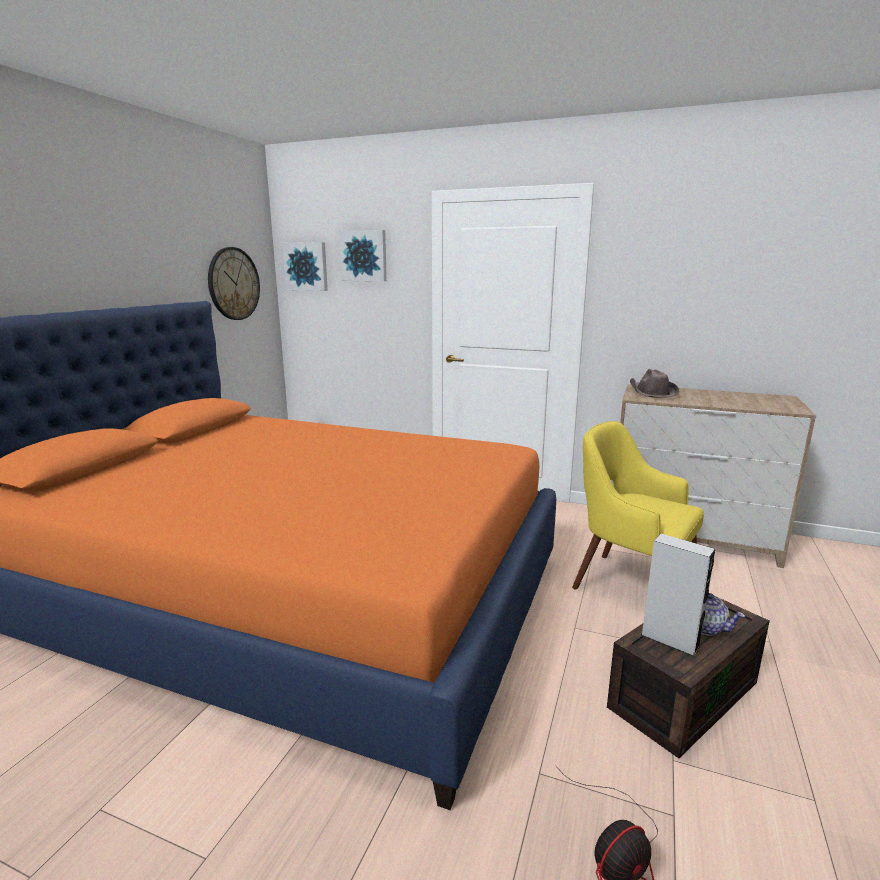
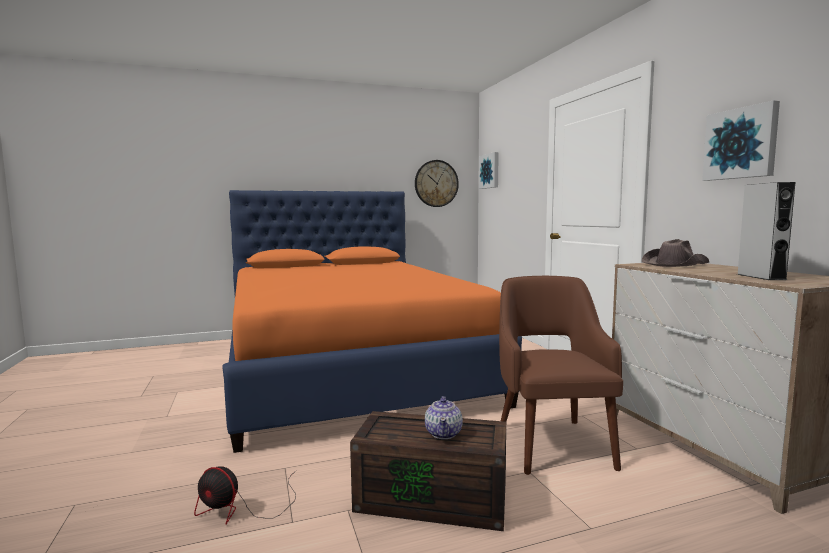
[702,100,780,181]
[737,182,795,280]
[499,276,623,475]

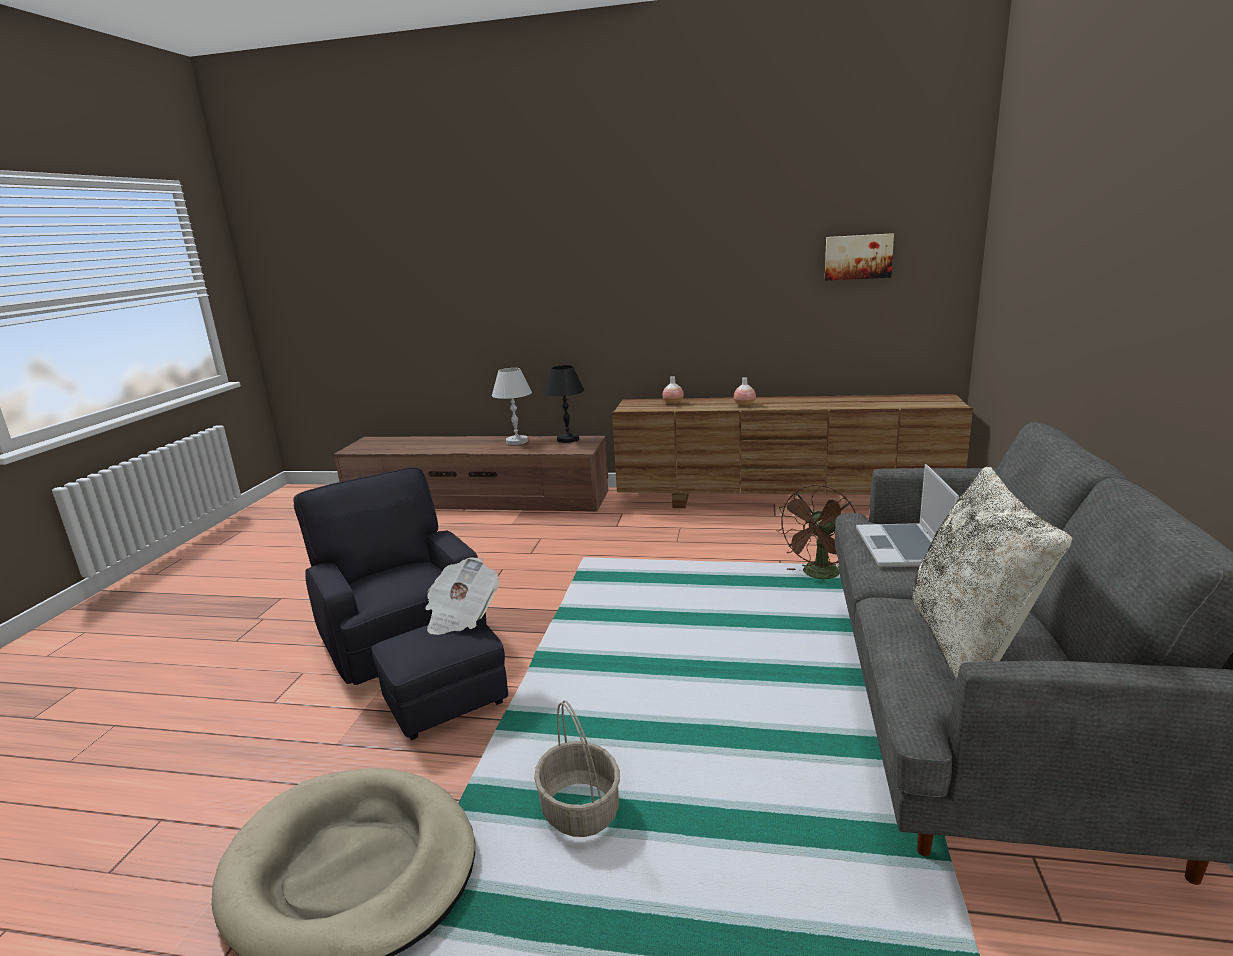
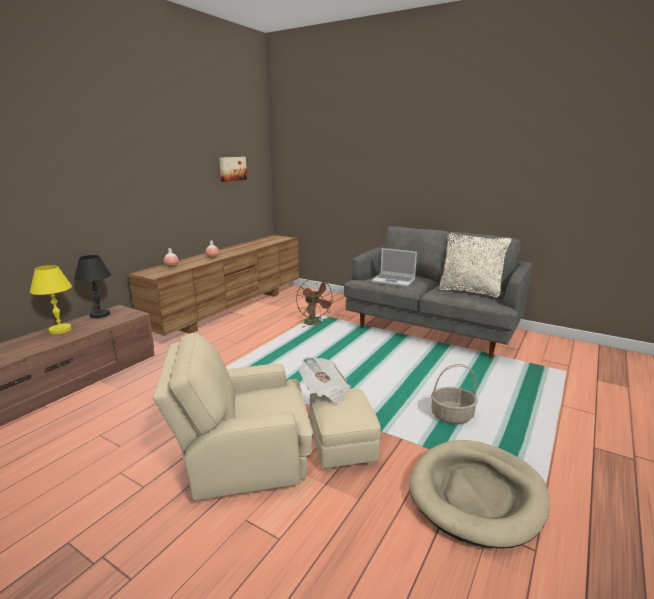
[153,331,381,500]
[30,265,72,334]

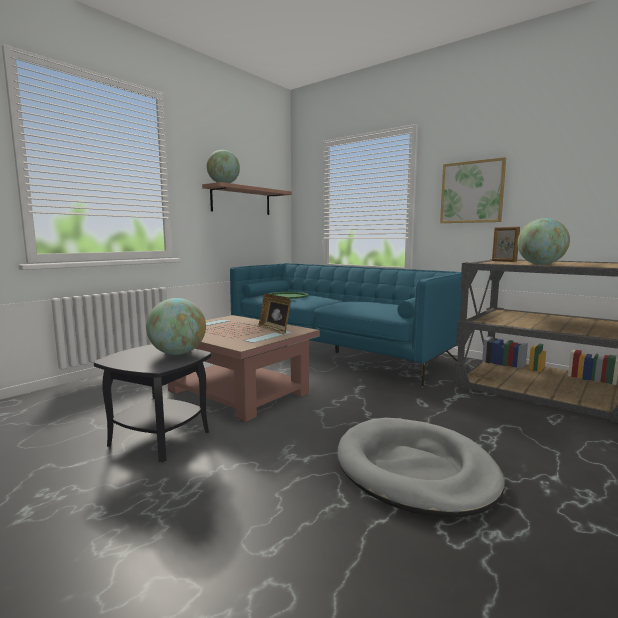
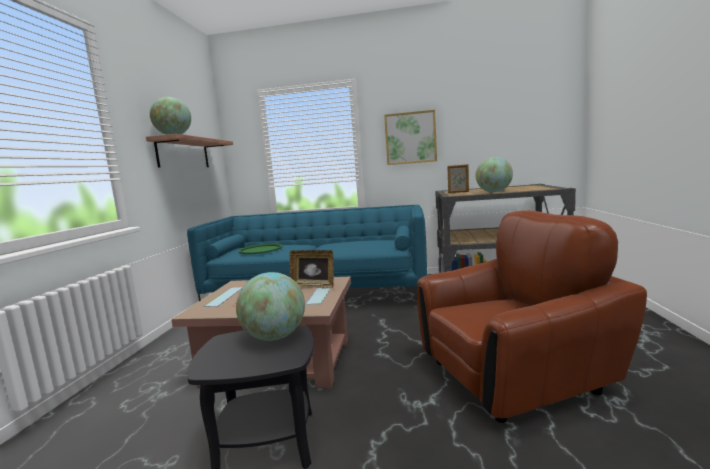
[417,210,647,423]

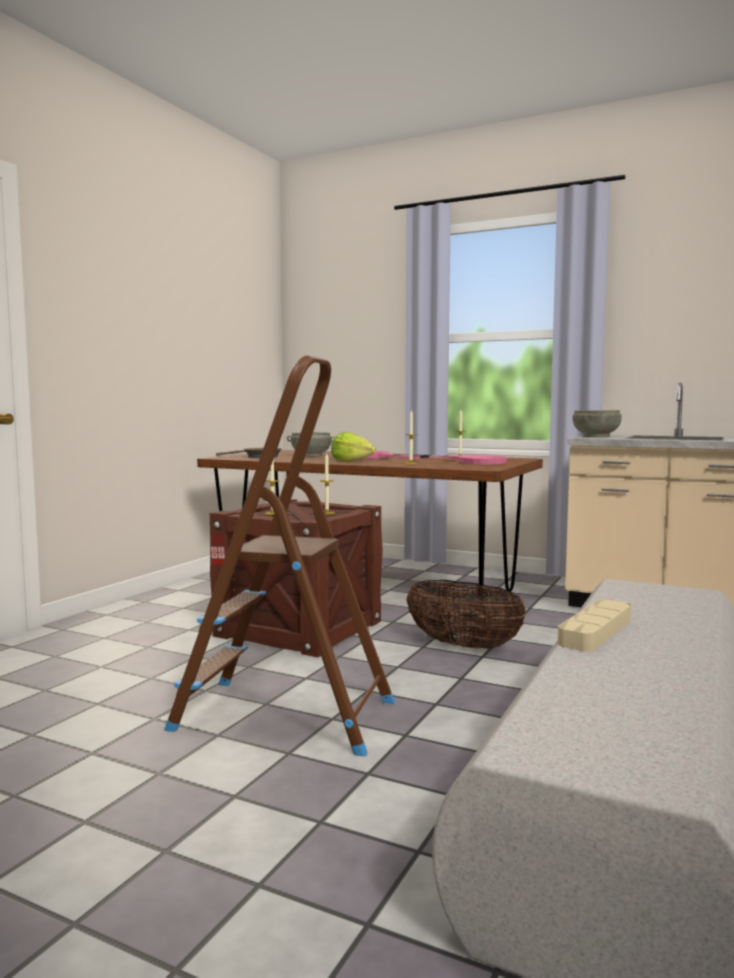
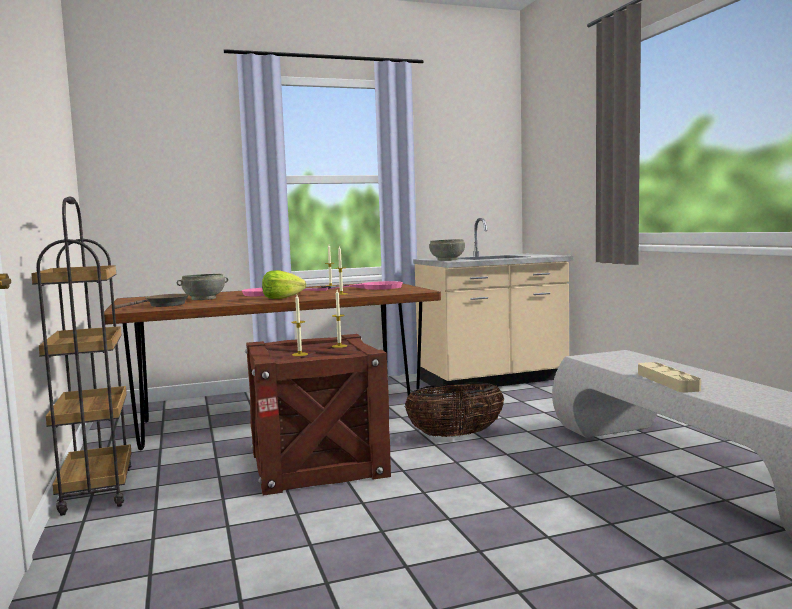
[164,355,395,756] (first image)
[31,196,132,516]

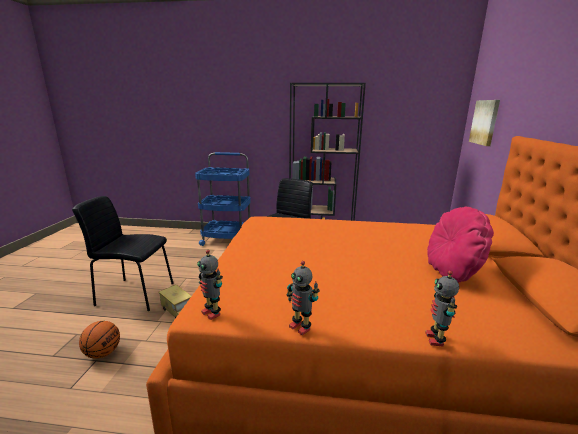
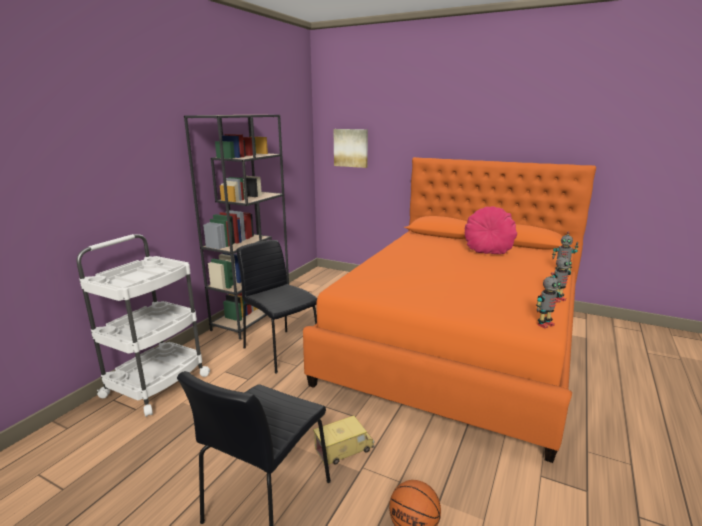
[77,234,210,417]

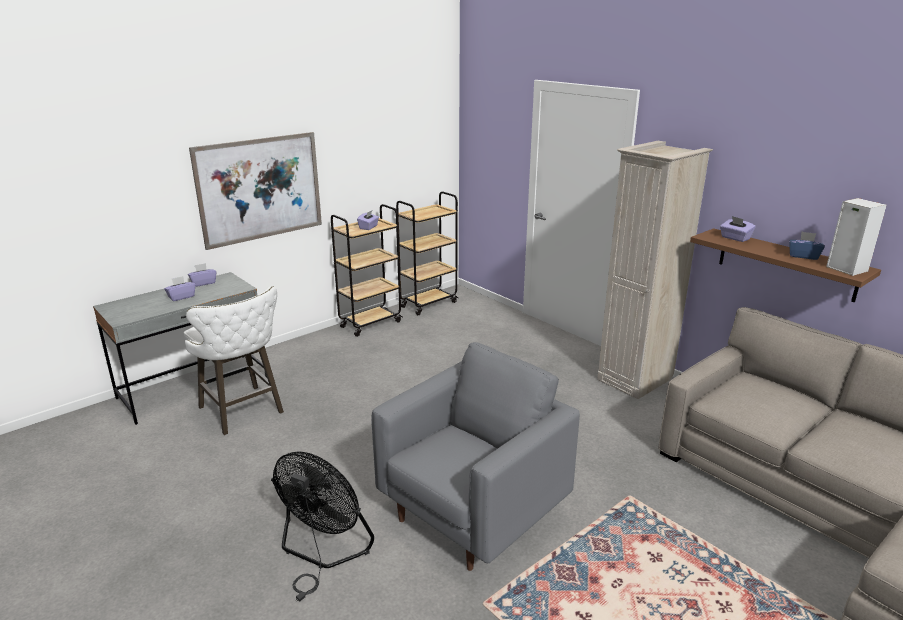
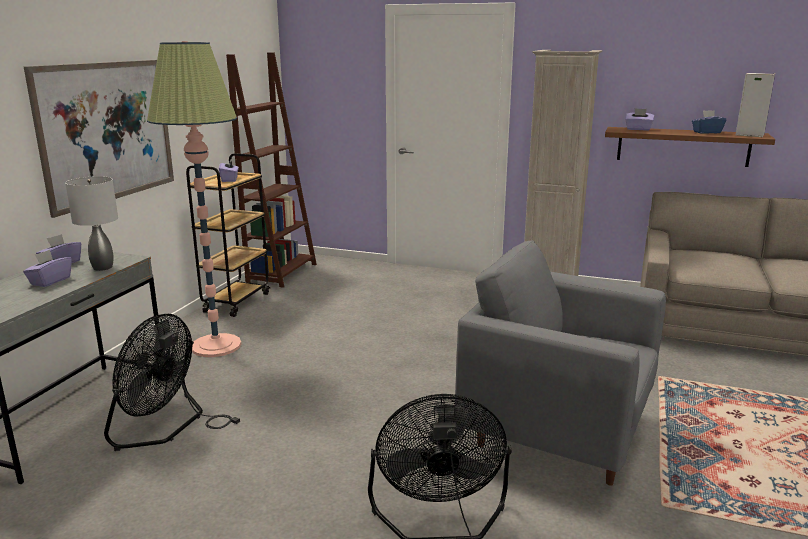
[65,176,118,271]
[147,41,241,357]
[104,314,240,451]
[226,52,317,288]
[455,241,666,486]

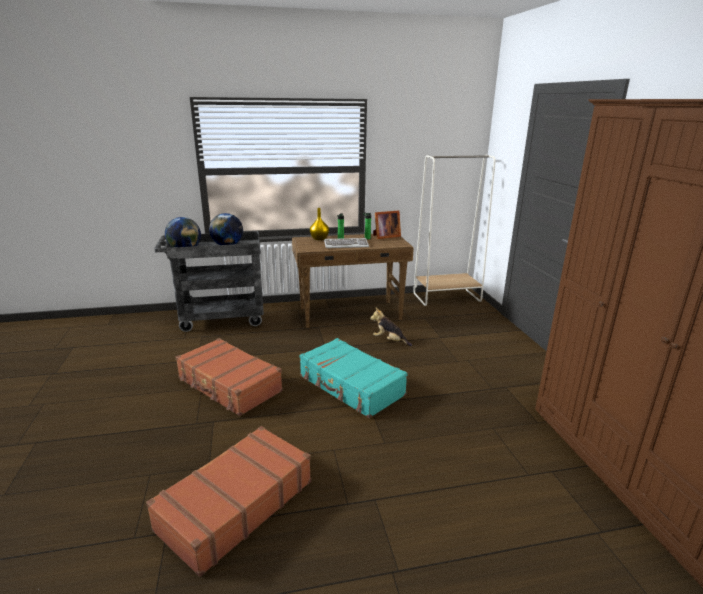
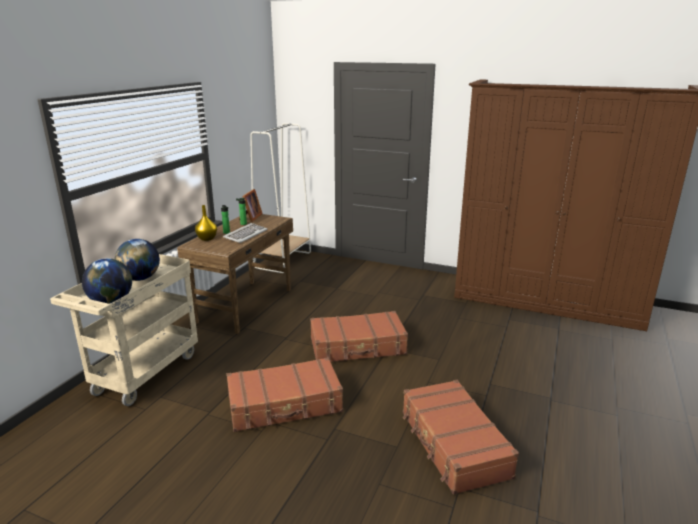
[370,307,412,346] (first image)
[50,254,198,406]
[310,311,408,362]

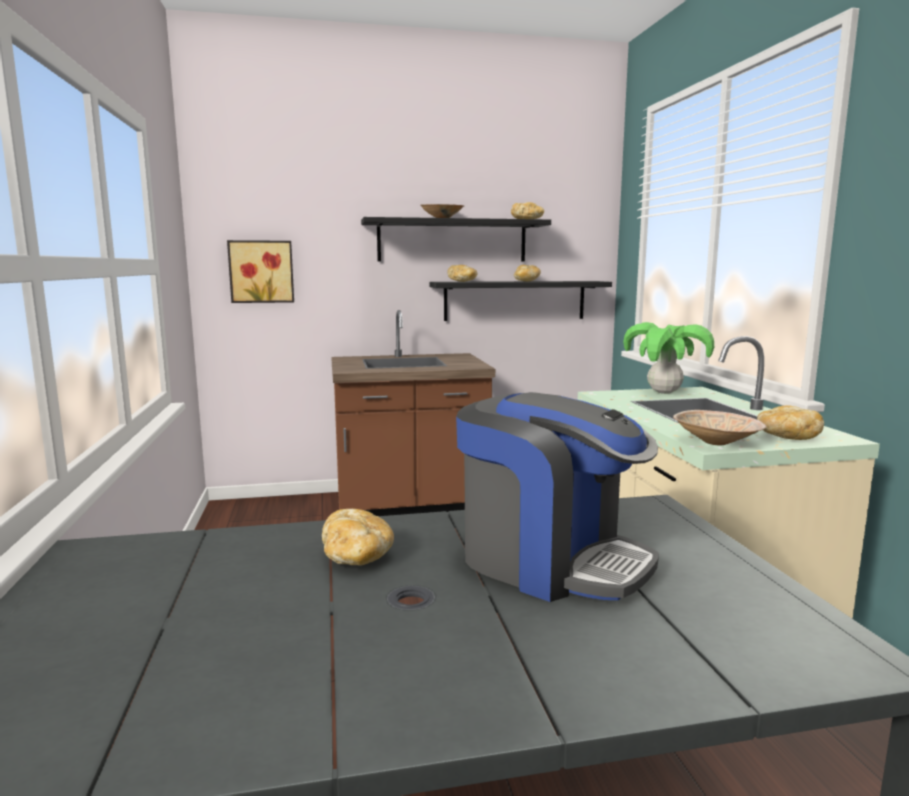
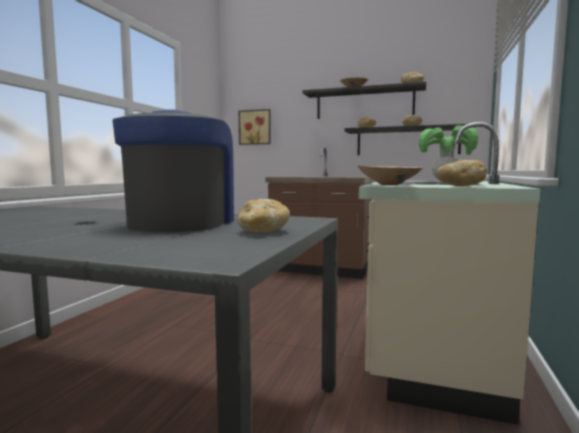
[237,199,290,232]
[112,109,234,232]

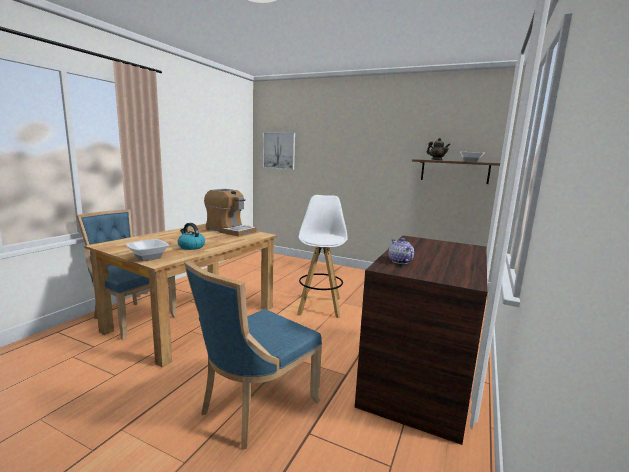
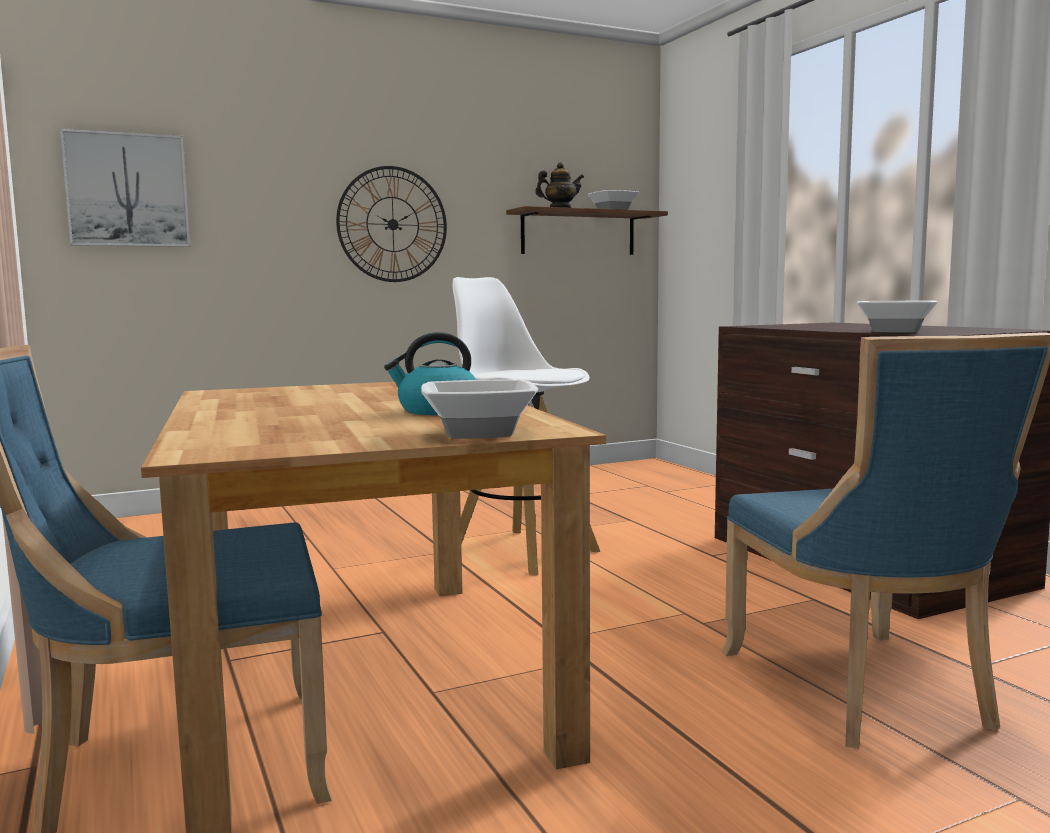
[204,189,256,237] (first image)
[336,166,447,282]
[857,300,938,333]

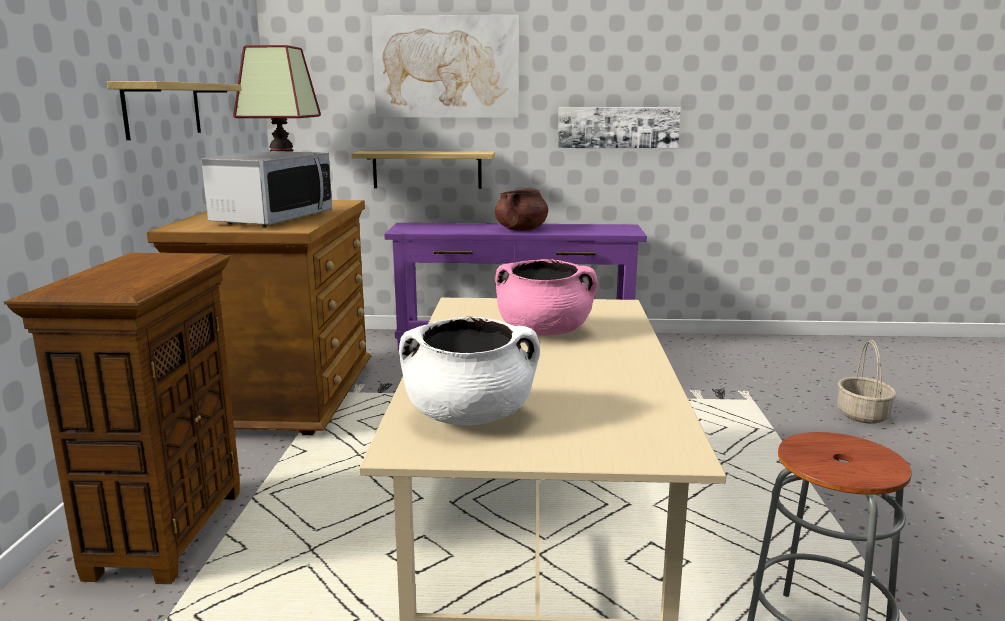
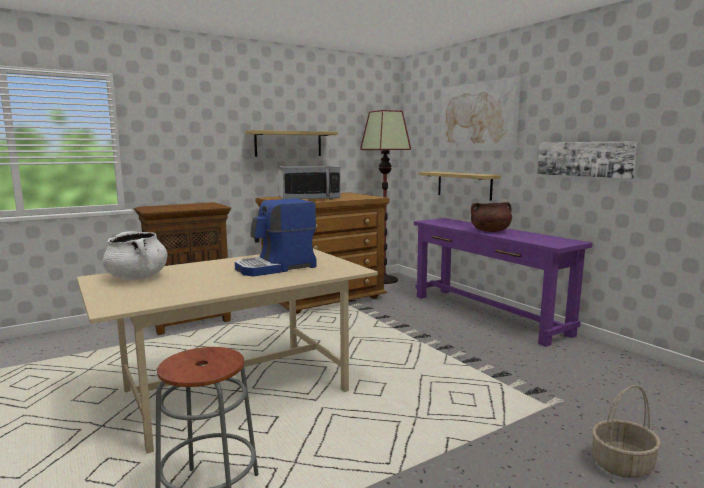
[235,199,317,276]

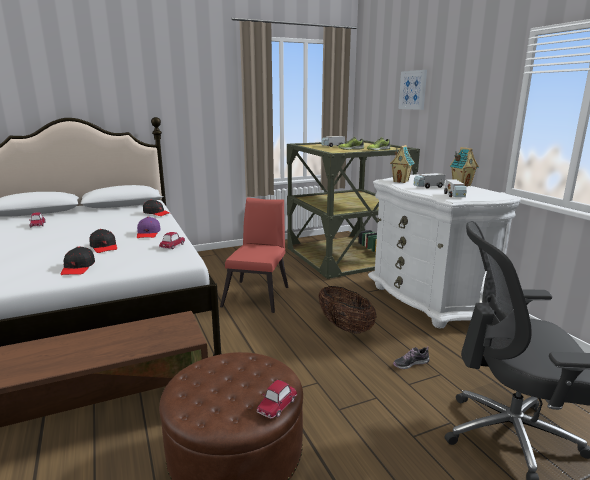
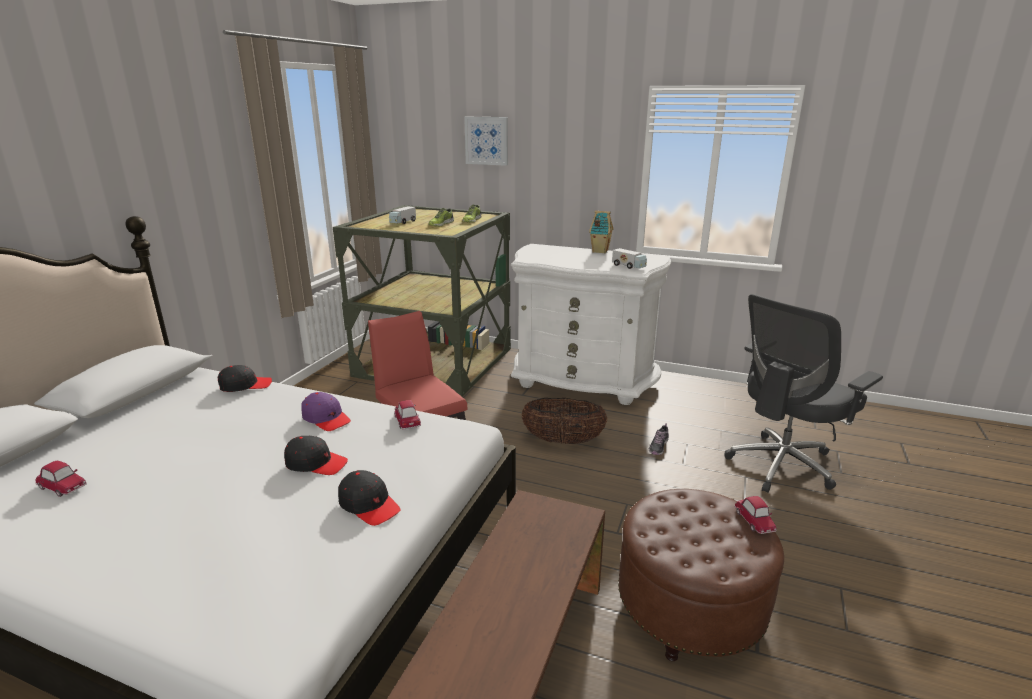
[390,145,415,183] (first image)
[414,173,445,188] (first image)

